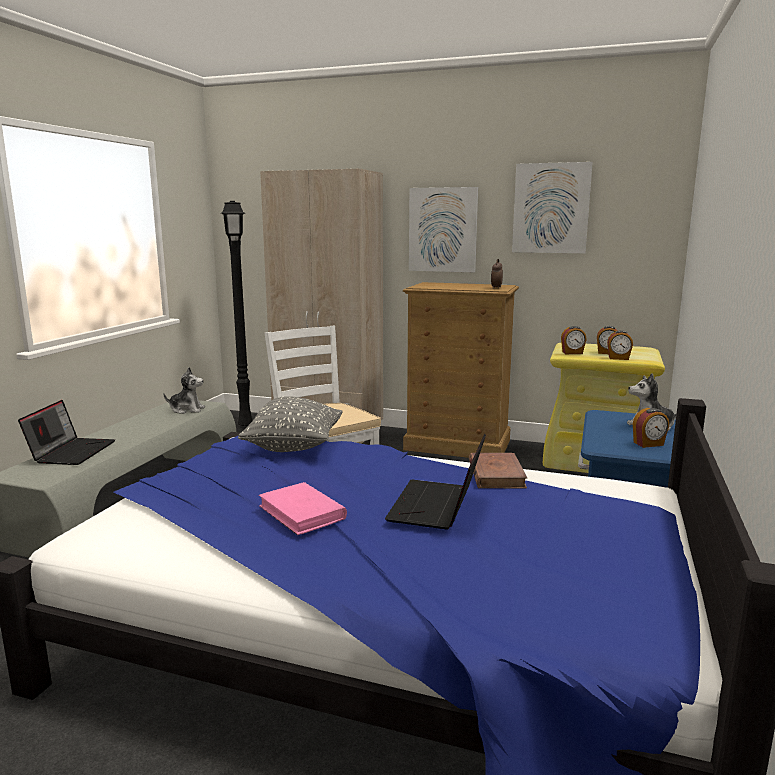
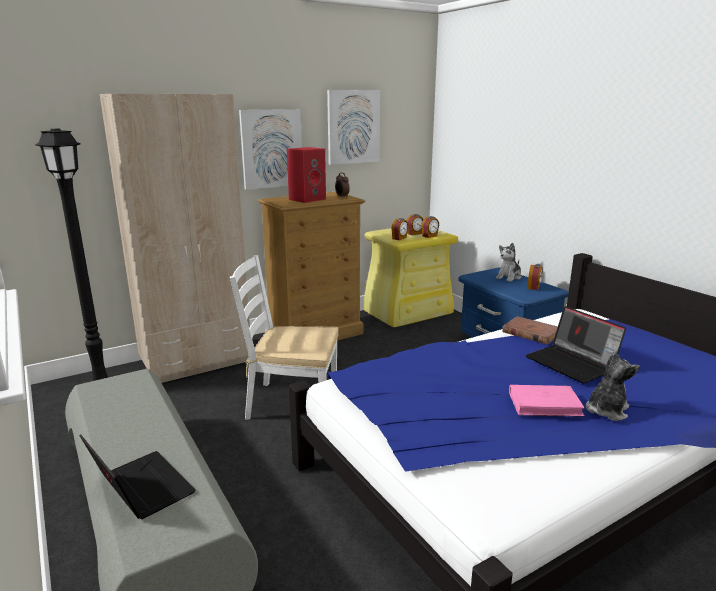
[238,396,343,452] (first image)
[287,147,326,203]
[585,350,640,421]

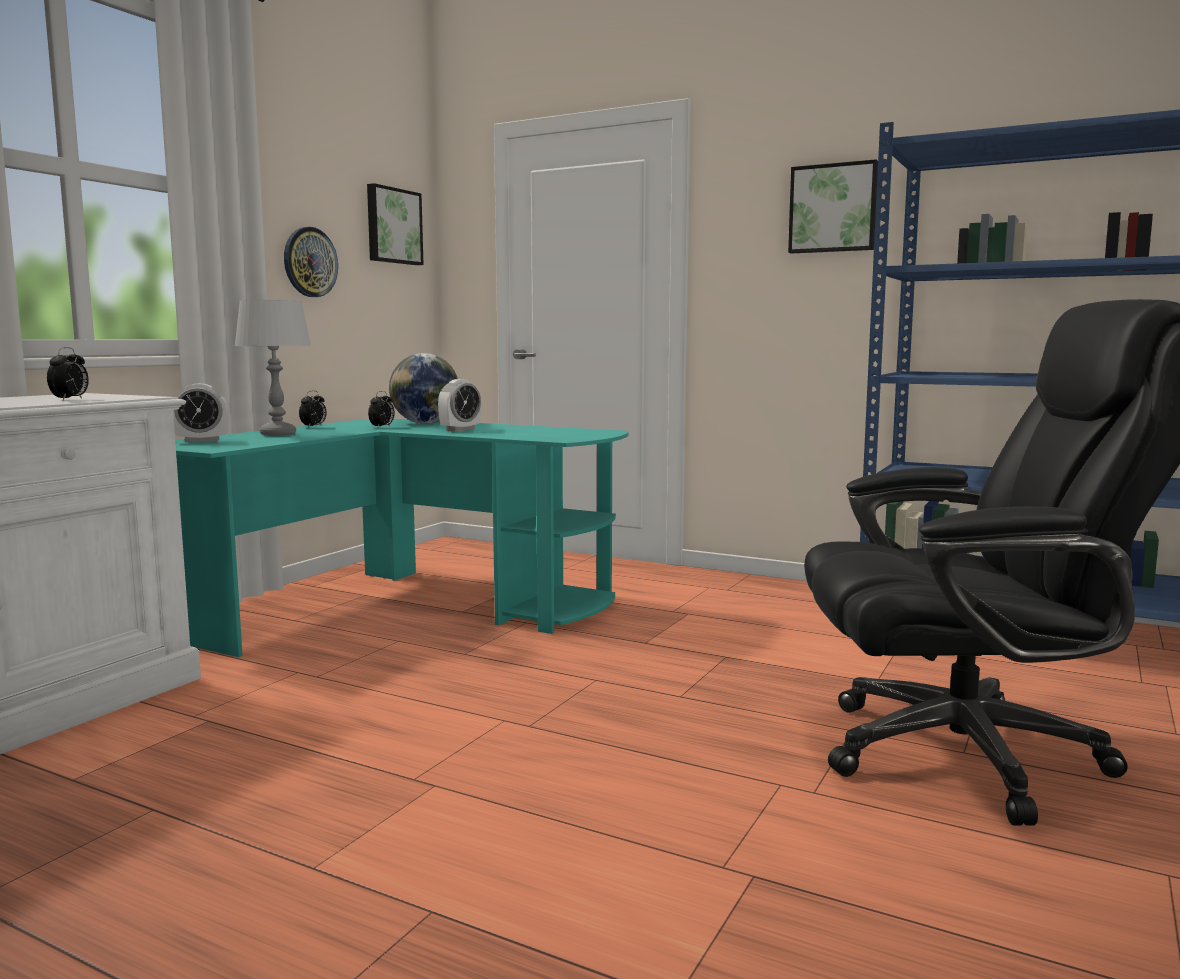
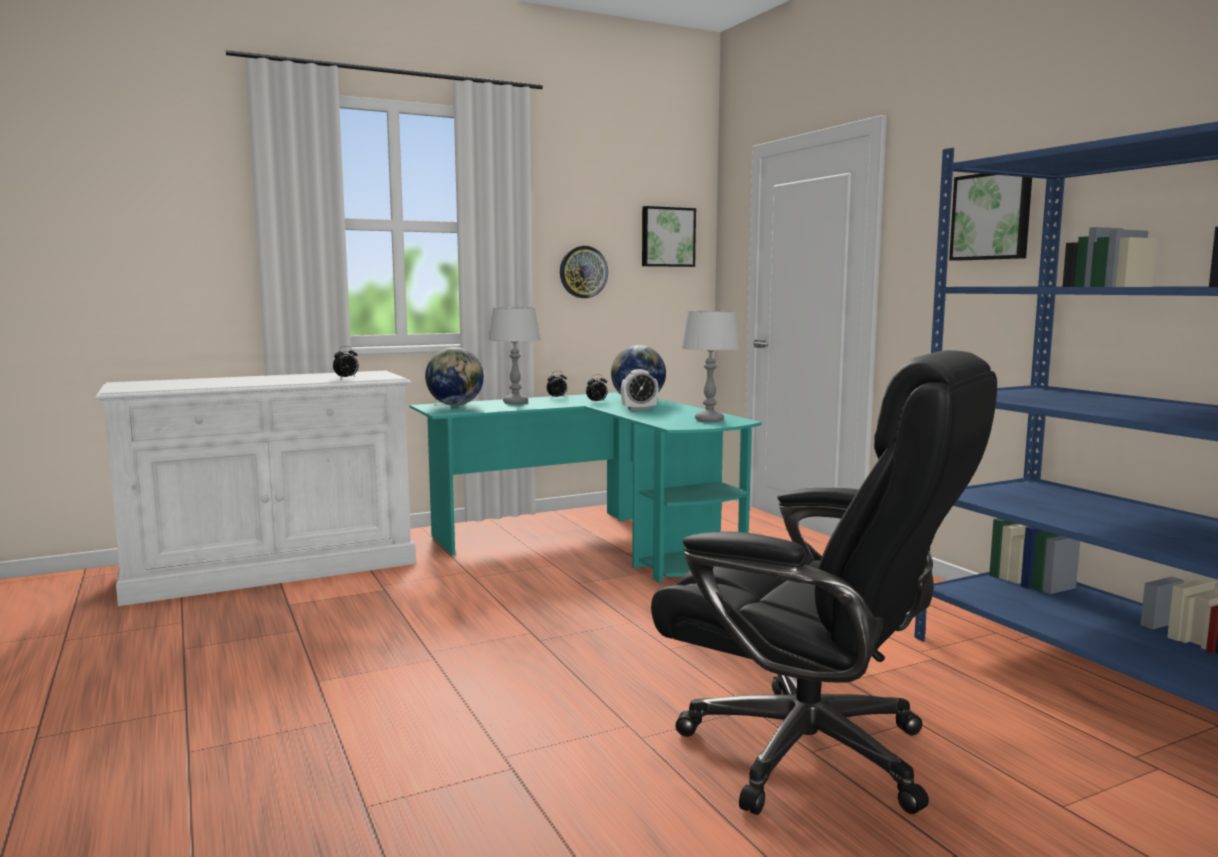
[681,311,741,422]
[425,347,484,406]

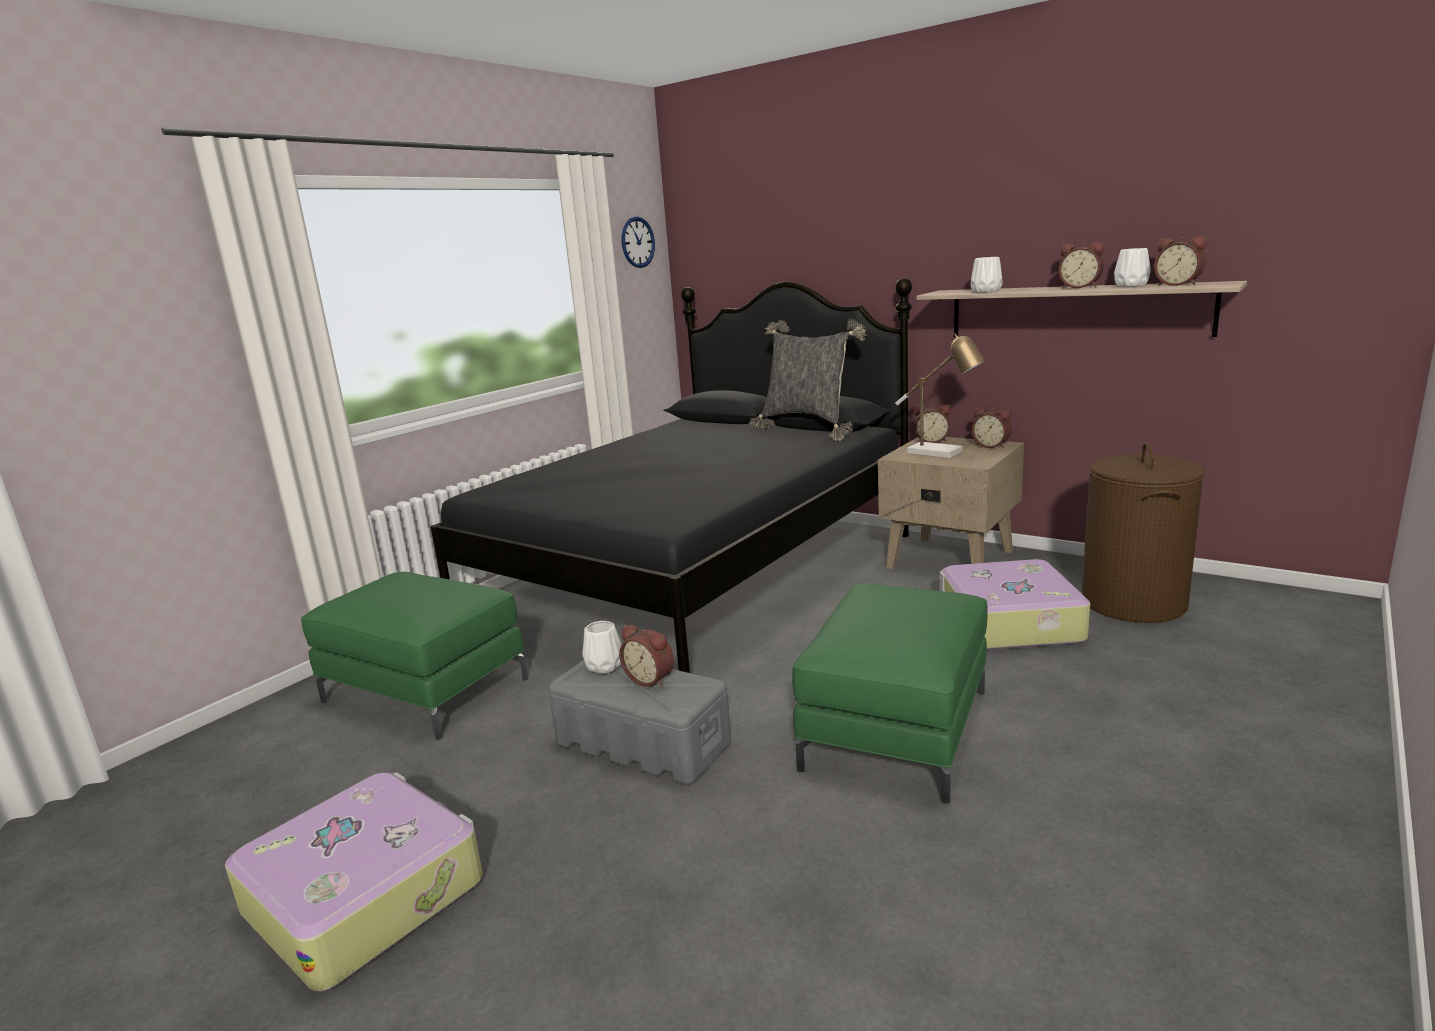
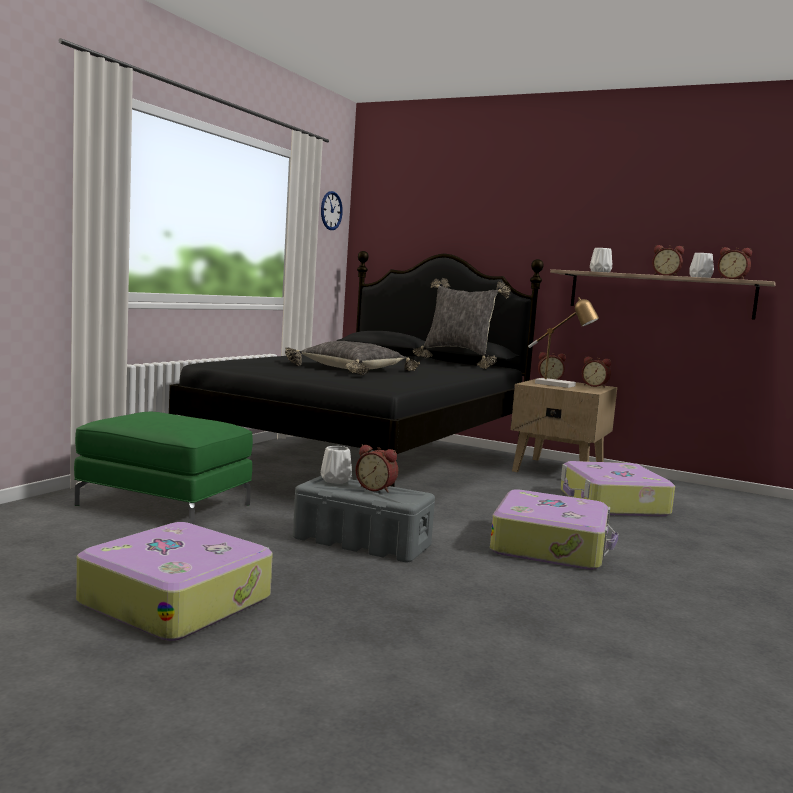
[1081,443,1205,623] (first image)
[285,341,420,376]
[490,489,619,570]

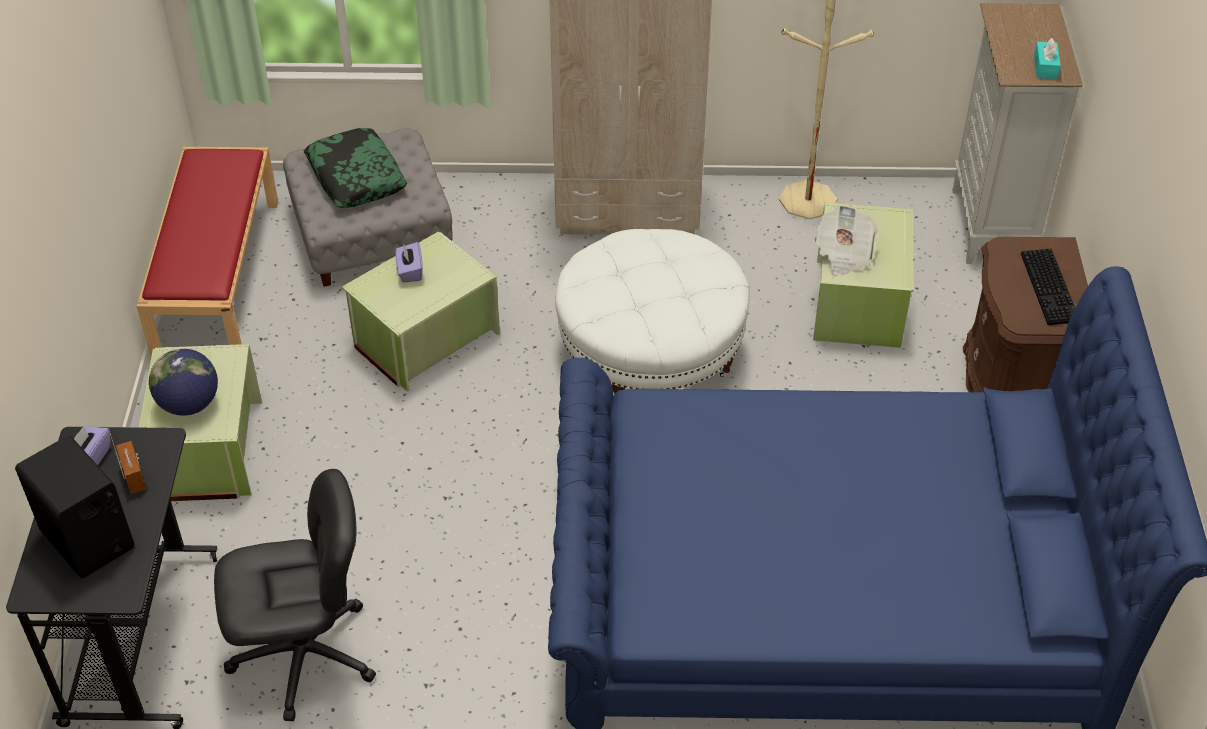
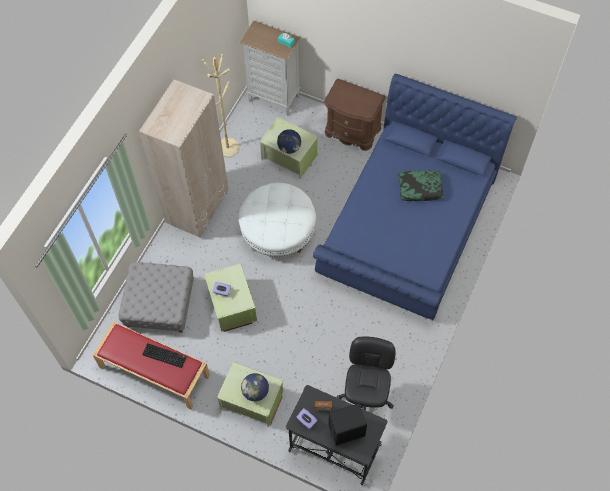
[398,170,444,201]
[142,343,187,368]
[277,129,301,154]

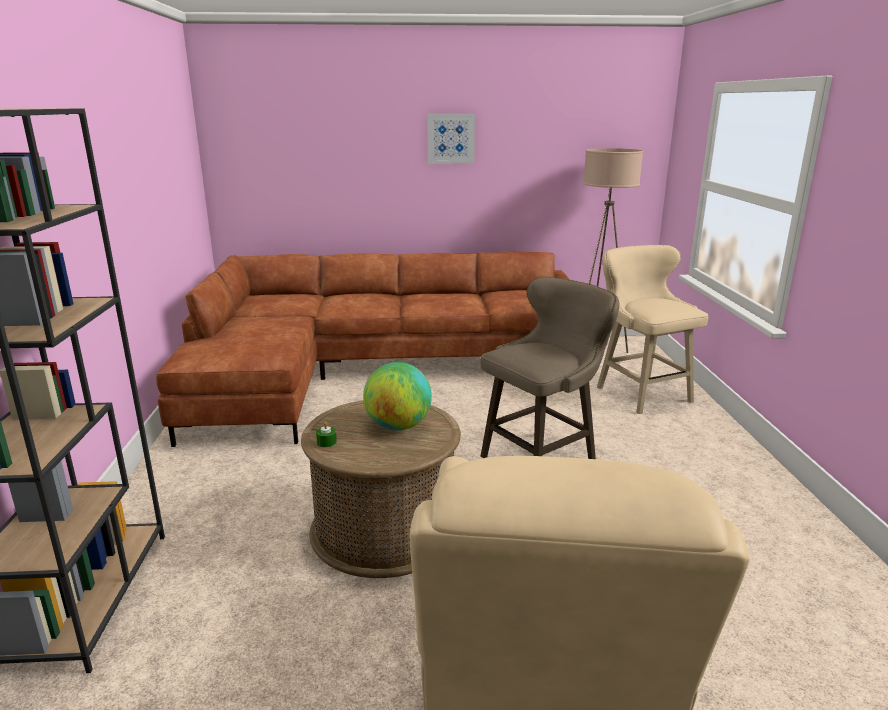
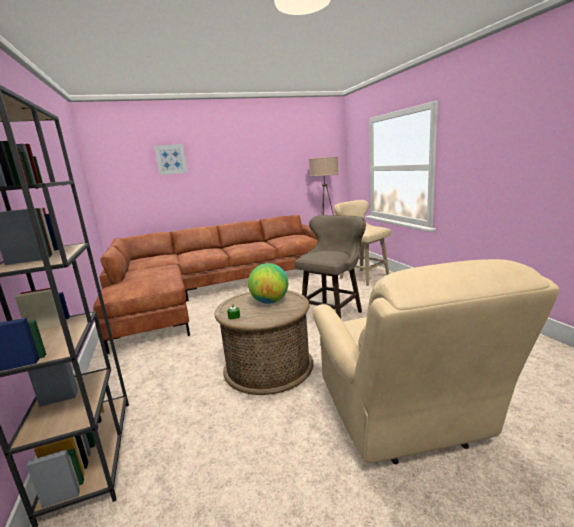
[154,144,187,175]

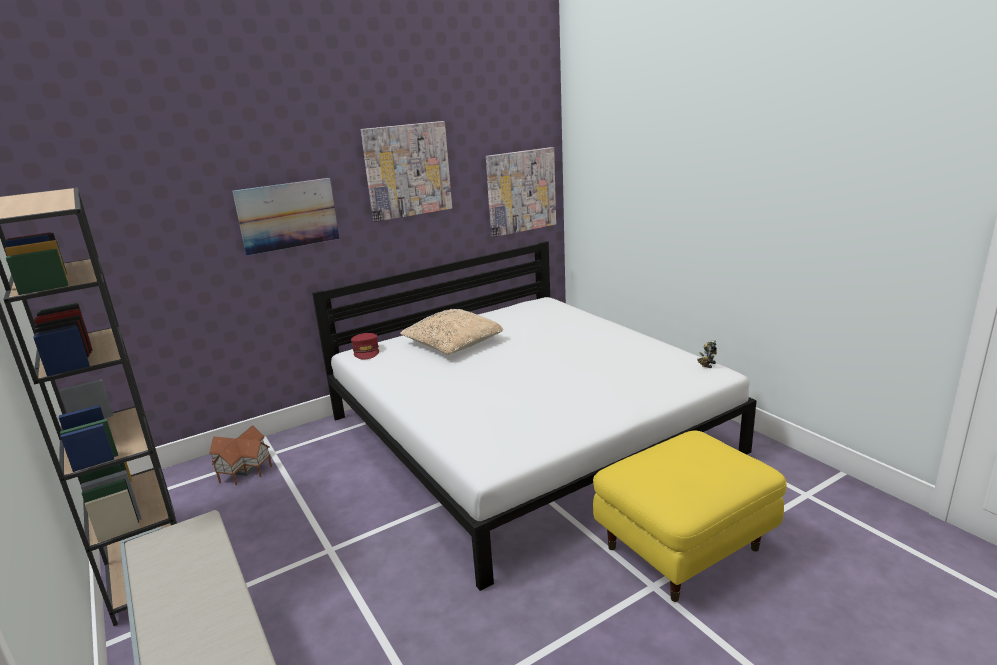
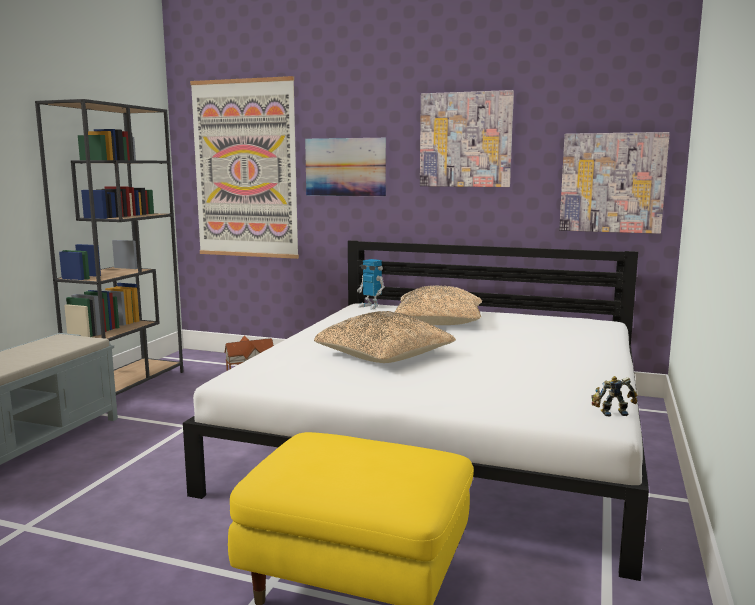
[190,76,299,259]
[314,311,456,363]
[357,259,385,309]

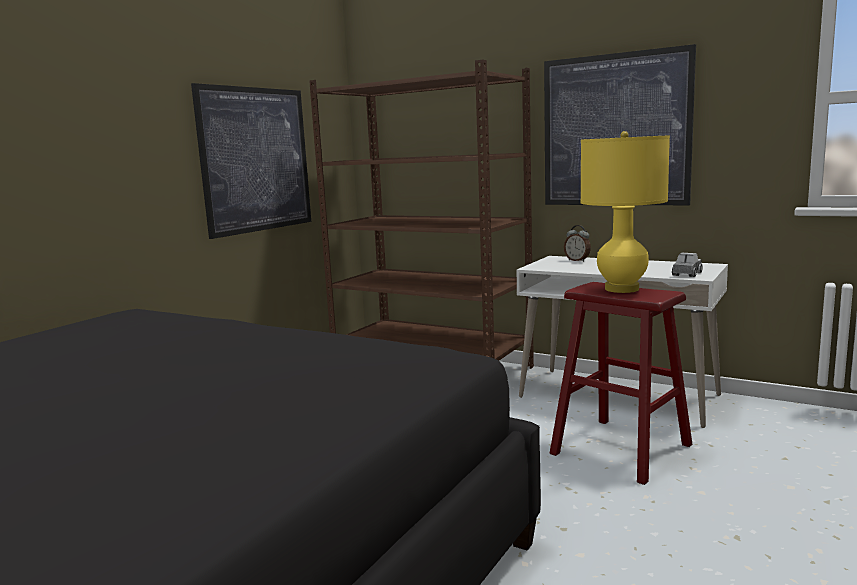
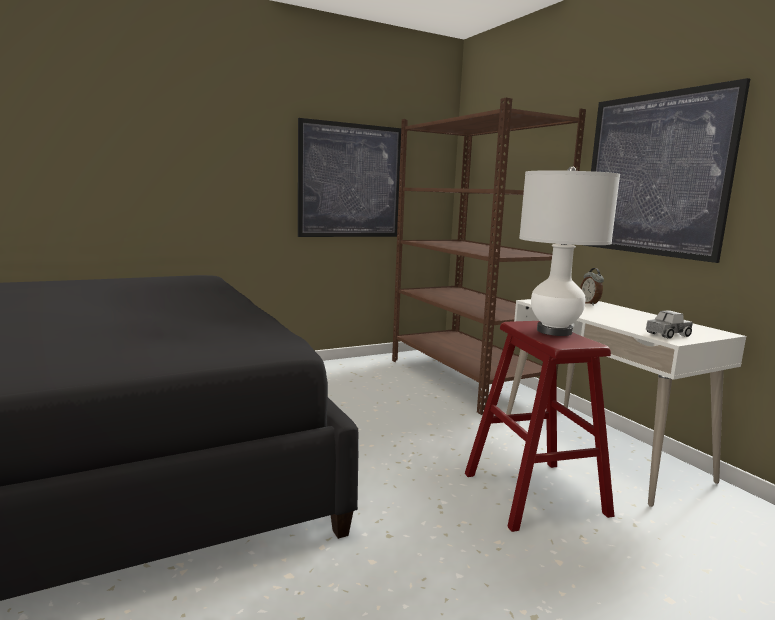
[519,166,620,336]

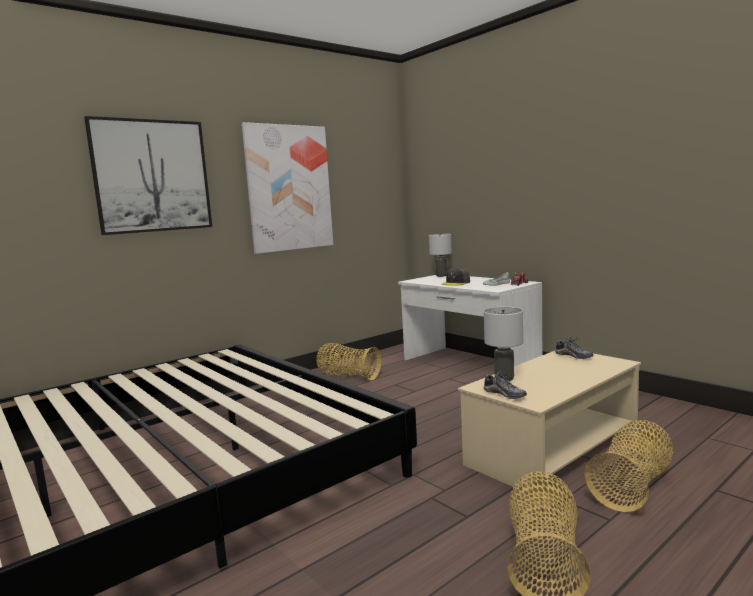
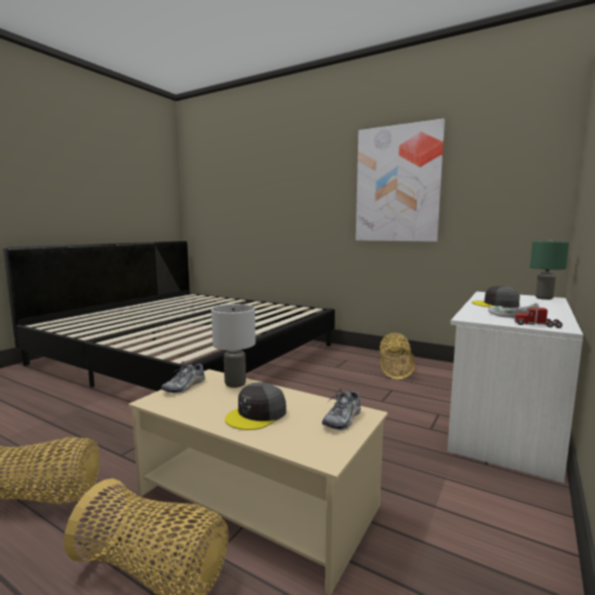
[84,116,212,235] (first image)
[225,382,286,430]
[530,240,569,300]

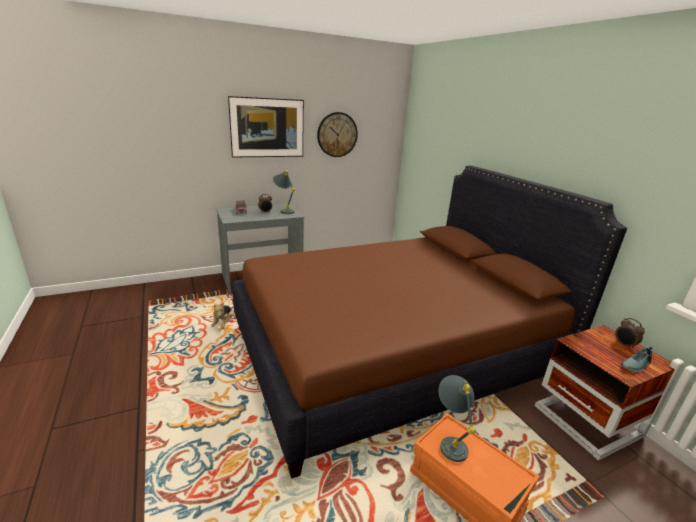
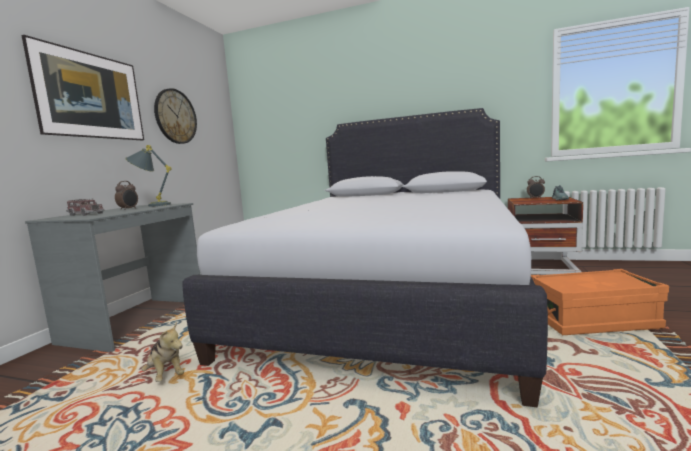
[439,375,475,462] (first image)
[183,108,548,408]

